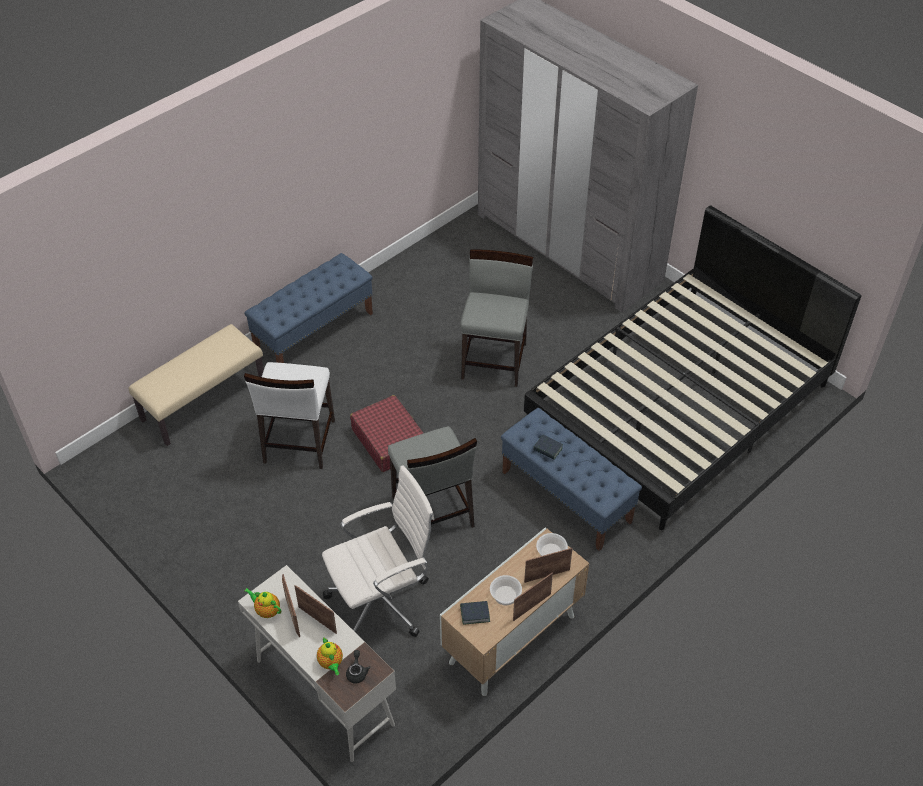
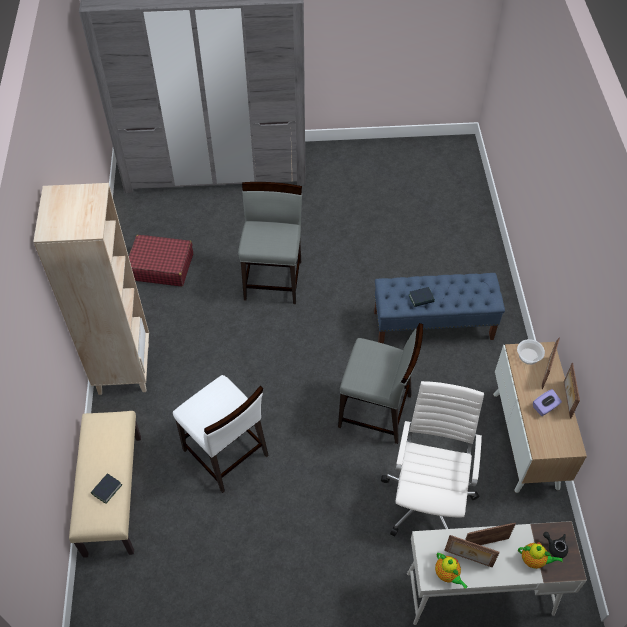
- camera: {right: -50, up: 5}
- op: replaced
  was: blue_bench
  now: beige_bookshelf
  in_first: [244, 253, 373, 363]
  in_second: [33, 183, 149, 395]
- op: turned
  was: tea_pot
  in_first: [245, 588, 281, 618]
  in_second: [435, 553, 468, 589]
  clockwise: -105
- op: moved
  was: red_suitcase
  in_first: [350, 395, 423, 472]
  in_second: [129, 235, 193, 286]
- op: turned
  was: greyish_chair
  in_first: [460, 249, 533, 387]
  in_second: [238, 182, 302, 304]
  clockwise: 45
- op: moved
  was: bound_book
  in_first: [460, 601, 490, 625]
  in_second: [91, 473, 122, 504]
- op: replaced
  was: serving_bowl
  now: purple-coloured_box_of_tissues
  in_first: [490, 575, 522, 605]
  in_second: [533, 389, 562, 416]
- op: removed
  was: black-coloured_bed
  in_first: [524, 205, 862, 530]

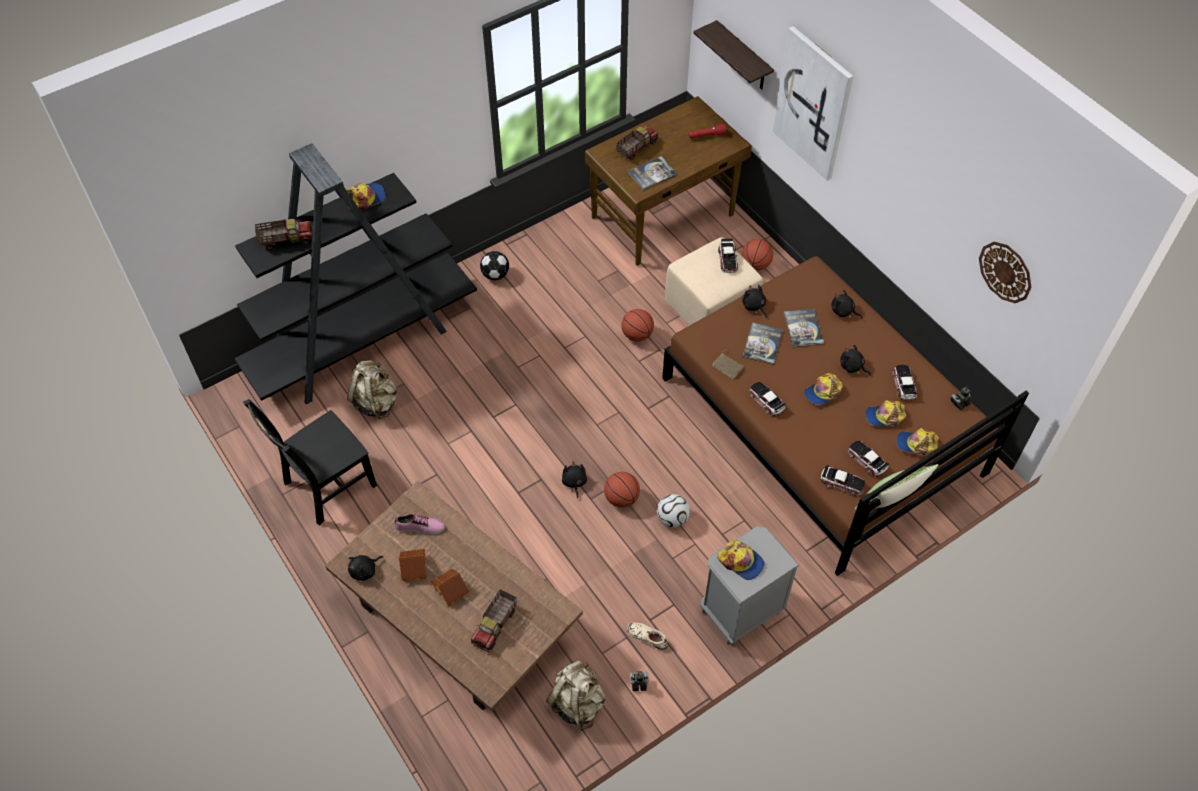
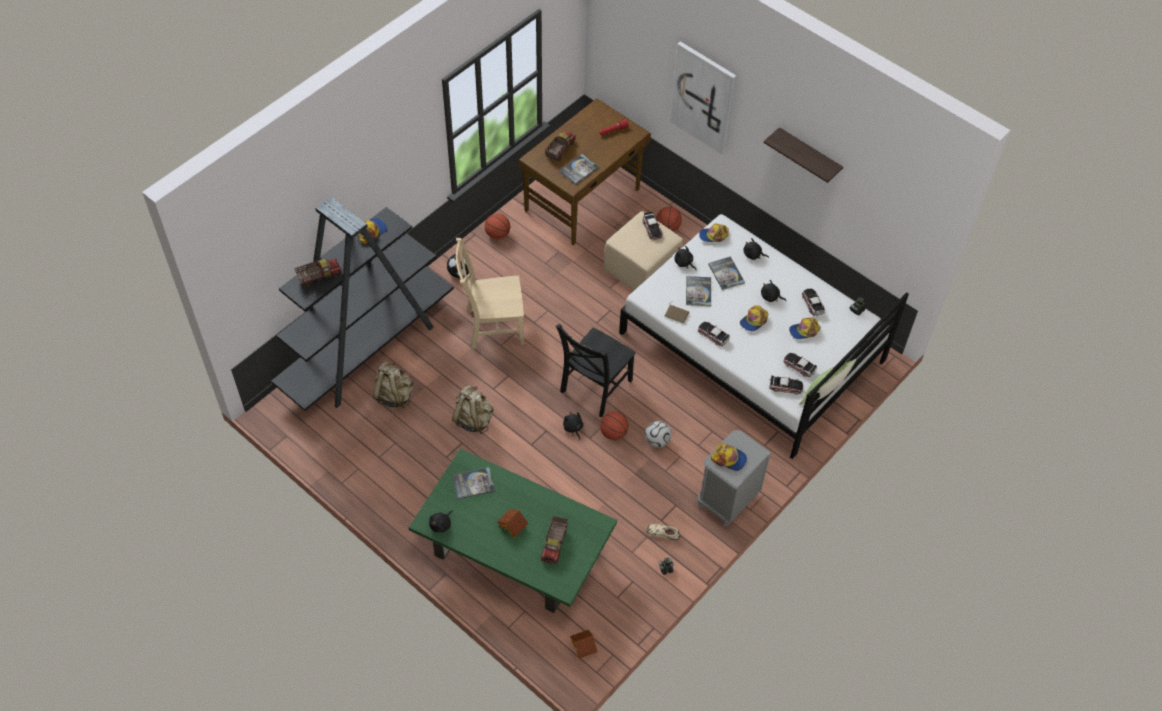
- camera: {right: -15, up: 0}
- op: moved
  was: black-coloured_chair
  in_first: [243, 399, 377, 525]
  in_second: [556, 324, 636, 417]
- op: recoloured
  was: brown-coloured_coffee_table
  now: green_coffee_table
  in_first: [325, 481, 583, 711]
  in_second: [409, 449, 617, 613]
- op: replaced
  was: item_of_footwear
  now: bound_book
  in_first: [395, 514, 445, 534]
  in_second: [452, 467, 496, 499]
- op: moved
  was: toy_house
  in_first: [399, 549, 427, 581]
  in_second: [570, 630, 597, 659]
- op: moved
  was: beige_knapsack
  in_first: [546, 661, 605, 731]
  in_second: [452, 385, 493, 434]
- op: moved
  was: ball_for_basketball
  in_first: [621, 309, 654, 342]
  in_second: [485, 214, 510, 239]
- op: recoloured
  was: brown-coloured_bed
  now: white-coloured_bed
  in_first: [662, 256, 1029, 576]
  in_second: [619, 214, 909, 459]
- op: moved
  was: bracket_shelf
  in_first: [693, 20, 774, 90]
  in_second: [764, 127, 843, 183]
- op: moved
  was: baseball_cap
  in_first: [896, 428, 939, 455]
  in_second: [699, 223, 729, 242]
- op: removed
  was: hanging_clock
  in_first: [979, 242, 1032, 303]
- op: added
  now: beige_chair
  in_second: [456, 238, 524, 349]

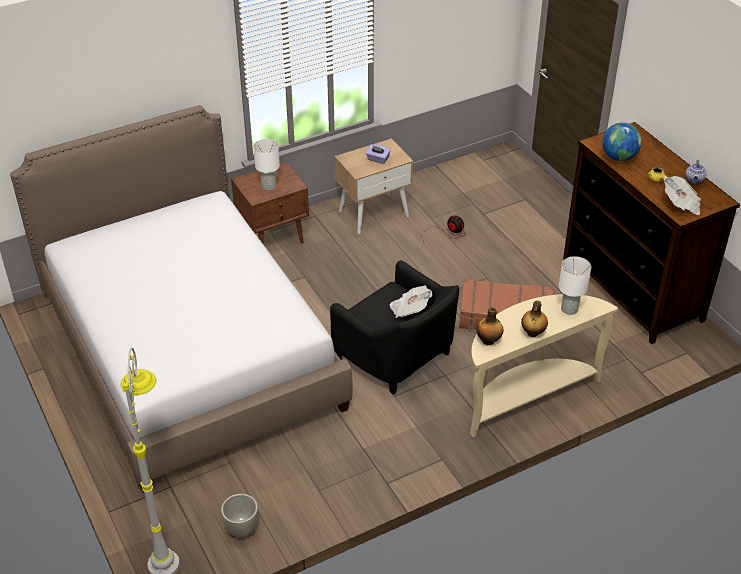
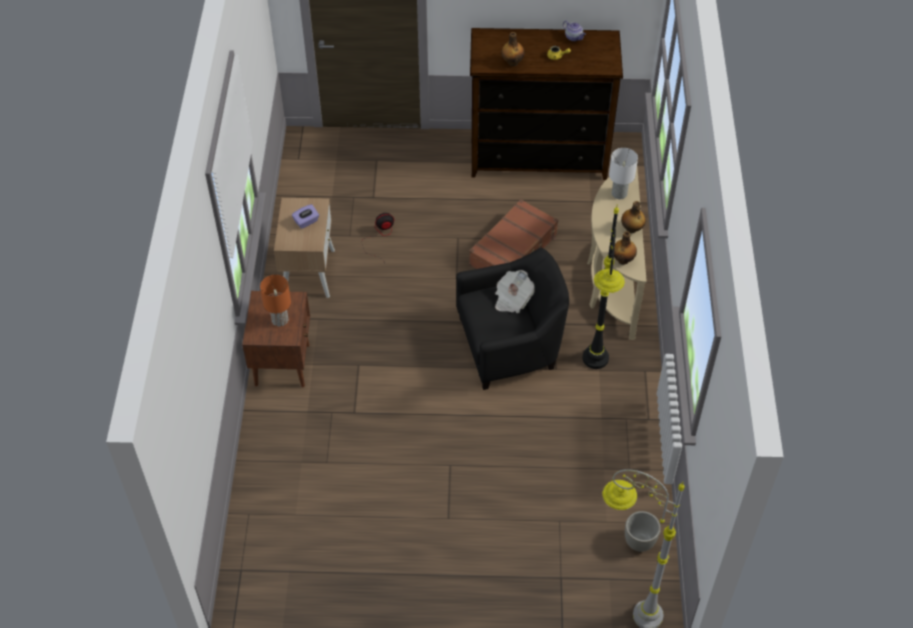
- camera: {right: -60, up: 10}
- op: removed
  was: bed
  in_first: [10, 105, 353, 493]
- op: recoloured
  was: white-coloured_tabletop_lamp
  now: orangey_tabletop_lamp
  in_first: [253, 139, 280, 191]
  in_second: [260, 275, 291, 326]
- op: replaced
  was: desk_globe
  now: beverage_bottle
  in_first: [602, 122, 642, 161]
  in_second: [501, 32, 524, 66]
- op: removed
  was: daily_paper
  in_first: [664, 176, 701, 215]
- op: added
  now: black-coloured_floor_lamp
  in_second: [582, 207, 625, 369]

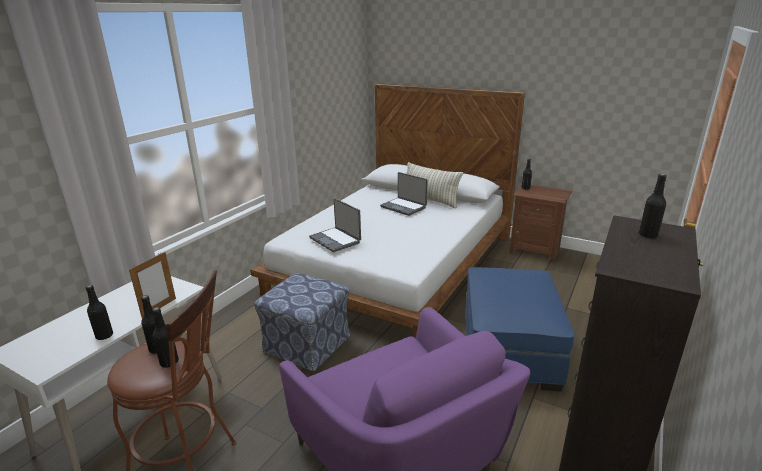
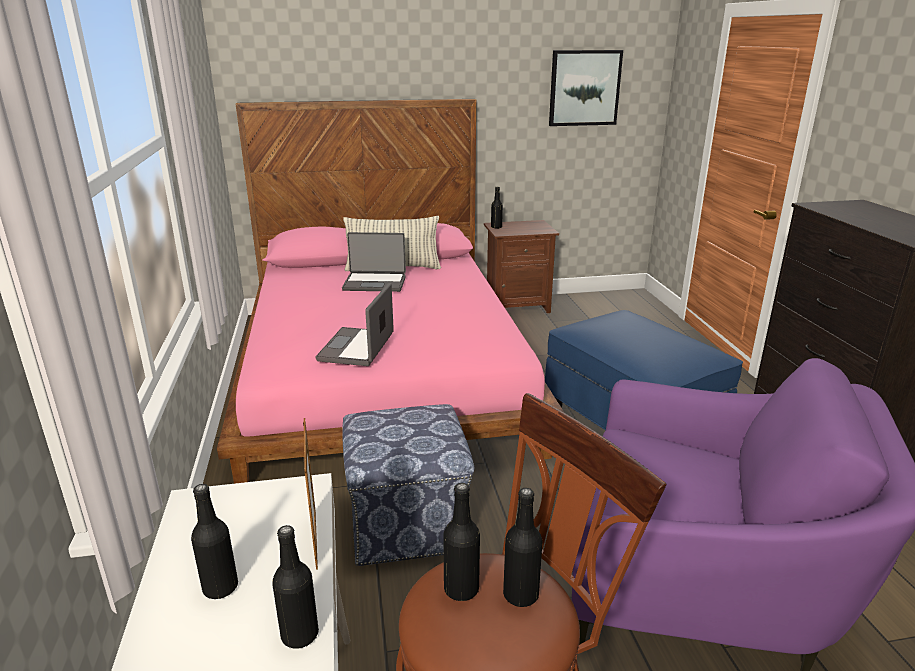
- camera: {right: -40, up: 0}
- op: recoloured
  was: white-coloured_bed
  now: pinkish_bed
  in_first: [250, 84, 525, 338]
  in_second: [217, 99, 565, 484]
- op: turned
  was: laptop
  in_first: [309, 198, 361, 252]
  in_second: [316, 283, 394, 366]
  clockwise: 90
- op: moved
  was: black-coloured_beverage_bottle
  in_first: [639, 174, 667, 238]
  in_second: [191, 484, 238, 599]
- op: added
  now: wall_art
  in_second: [549, 50, 623, 126]

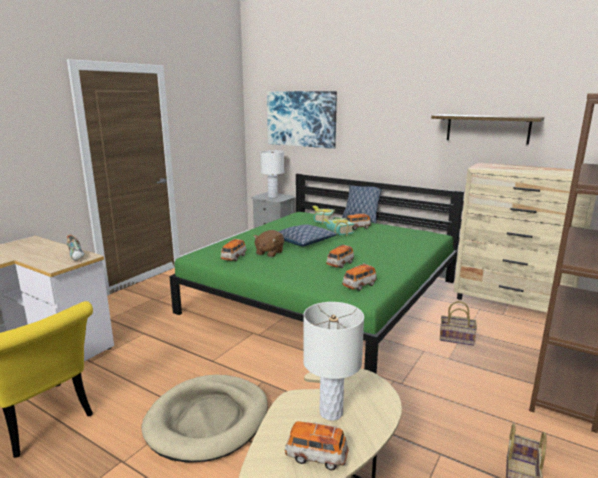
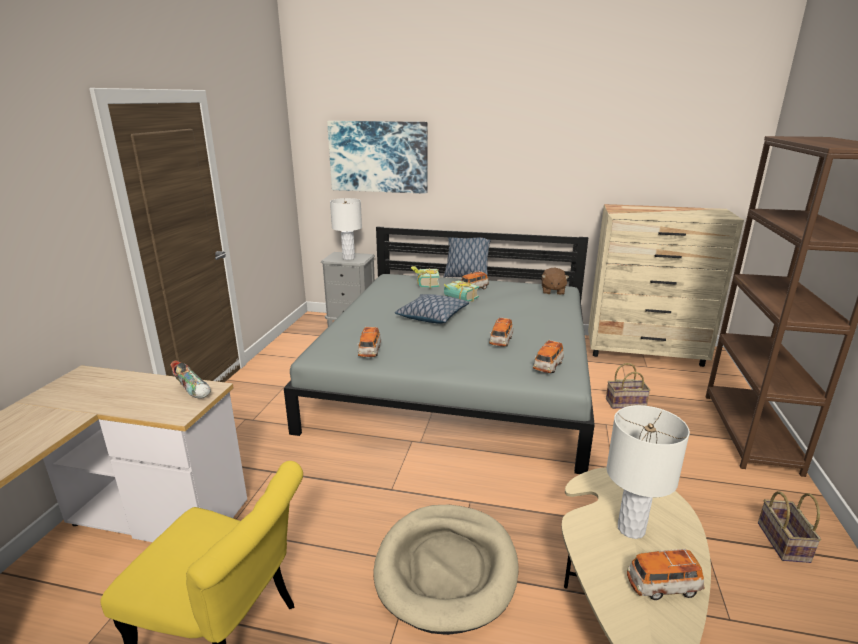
- camera: {right: -20, up: 5}
- op: recoloured
  was: green_bed
  now: greyish_bed
  in_first: [169, 174, 464, 374]
  in_second: [284, 226, 595, 474]
- op: moved
  was: brown-coloured_soft_toy
  in_first: [254, 230, 284, 257]
  in_second: [542, 268, 569, 295]
- op: removed
  was: bracket_shelf
  in_first: [431, 114, 544, 144]

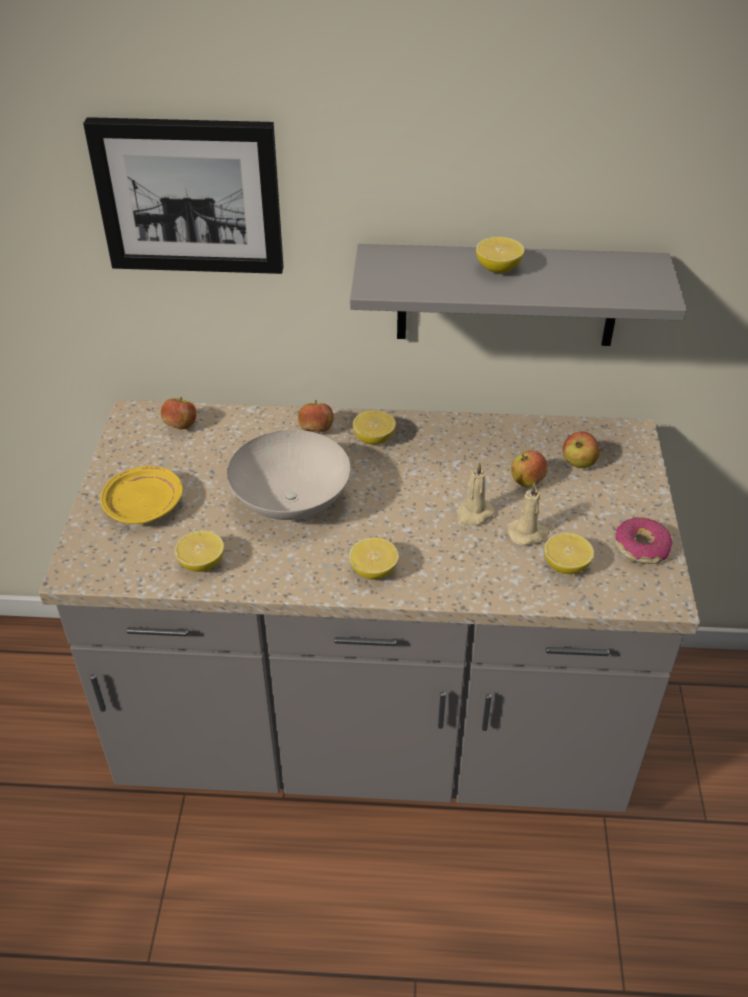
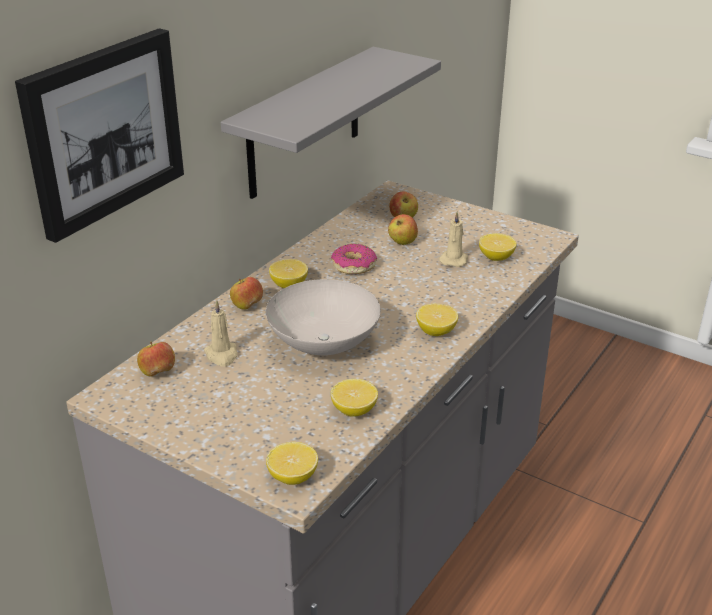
- camera: {right: -60, up: -10}
- op: removed
  was: yellow_flat_dish
  in_first: [100, 466, 183, 524]
- op: moved
  was: beige_wax_candle
  in_first: [456, 462, 495, 527]
  in_second: [204, 300, 238, 367]
- op: moved
  was: citrus_fruit
  in_first: [476, 237, 525, 273]
  in_second: [266, 442, 318, 485]
- op: moved
  was: ring_doughnut
  in_first: [615, 517, 672, 564]
  in_second: [331, 244, 377, 274]

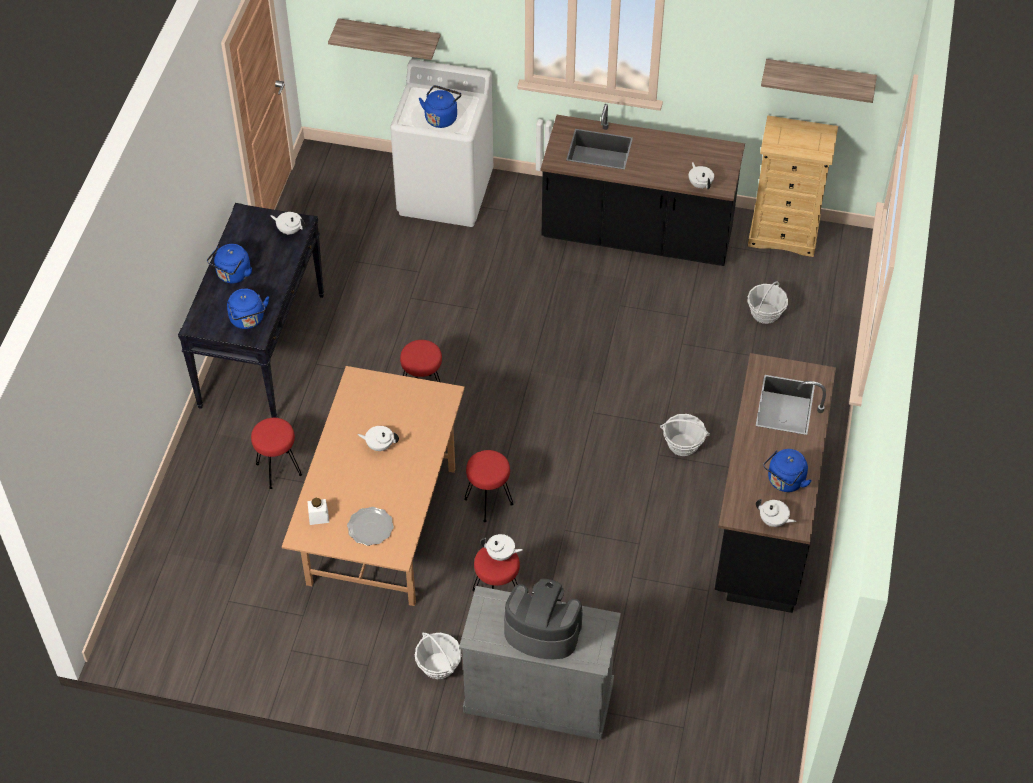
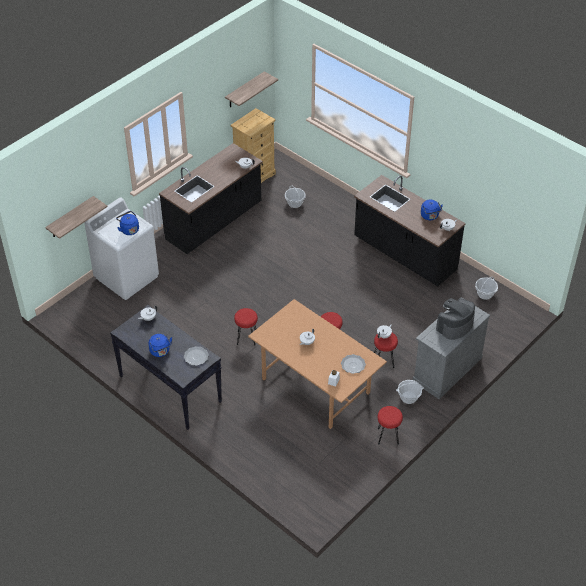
- camera: {right: -60, up: -5}
- op: replaced
  was: blue_kettle
  now: flat_dish
  in_first: [227, 289, 269, 329]
  in_second: [184, 346, 209, 366]
- op: moved
  was: red_sitting_stool
  in_first: [251, 418, 302, 489]
  in_second: [378, 406, 403, 445]
- op: moved
  was: household_basket
  in_first: [660, 414, 710, 456]
  in_second: [475, 277, 498, 300]

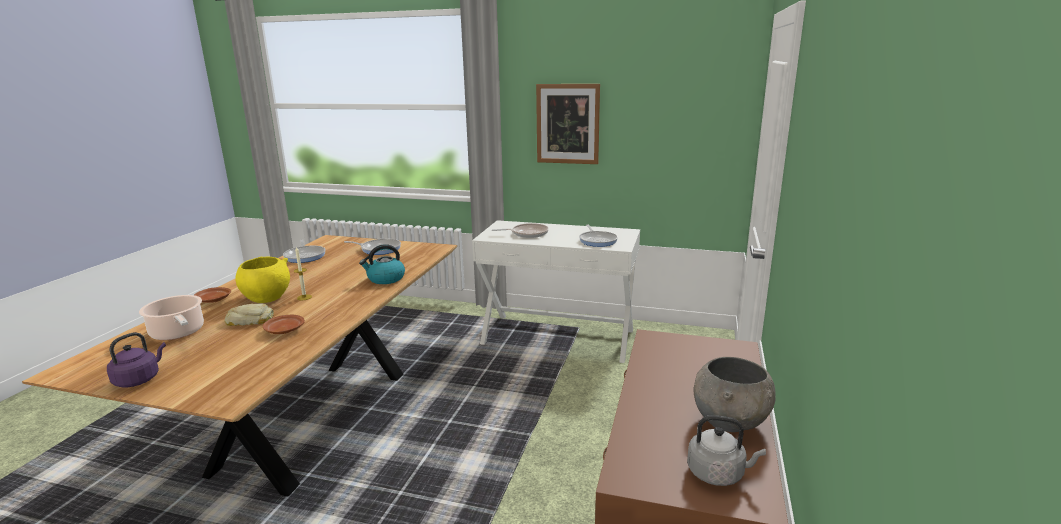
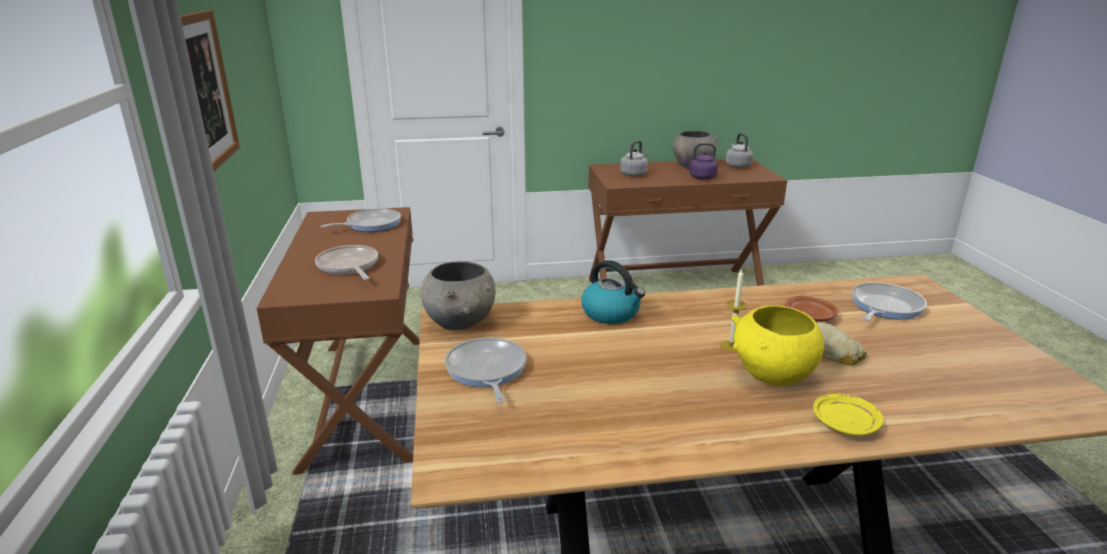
- camera: {right: -115, up: 5}
- op: moved
  was: purple-coloured_kettle
  in_first: [107, 332, 166, 387]
  in_second: [682, 143, 718, 179]
- op: removed
  was: saucepot
  in_first: [139, 295, 204, 340]
- op: recoloured
  was: brown-coloured_flat_dish
  now: yellow_flat_dish
  in_first: [194, 287, 231, 303]
  in_second: [813, 394, 883, 435]
- op: moved
  was: skillet
  in_first: [283, 239, 326, 263]
  in_second: [852, 282, 927, 321]
- op: recoloured
  was: white-coloured_hall_table
  now: brown-coloured_hall_table
  in_first: [472, 220, 640, 363]
  in_second: [256, 207, 420, 475]
- op: added
  now: greyish_serving_bowl
  in_second: [421, 261, 496, 330]
- op: added
  now: greyish_kettle
  in_second: [620, 140, 648, 176]

